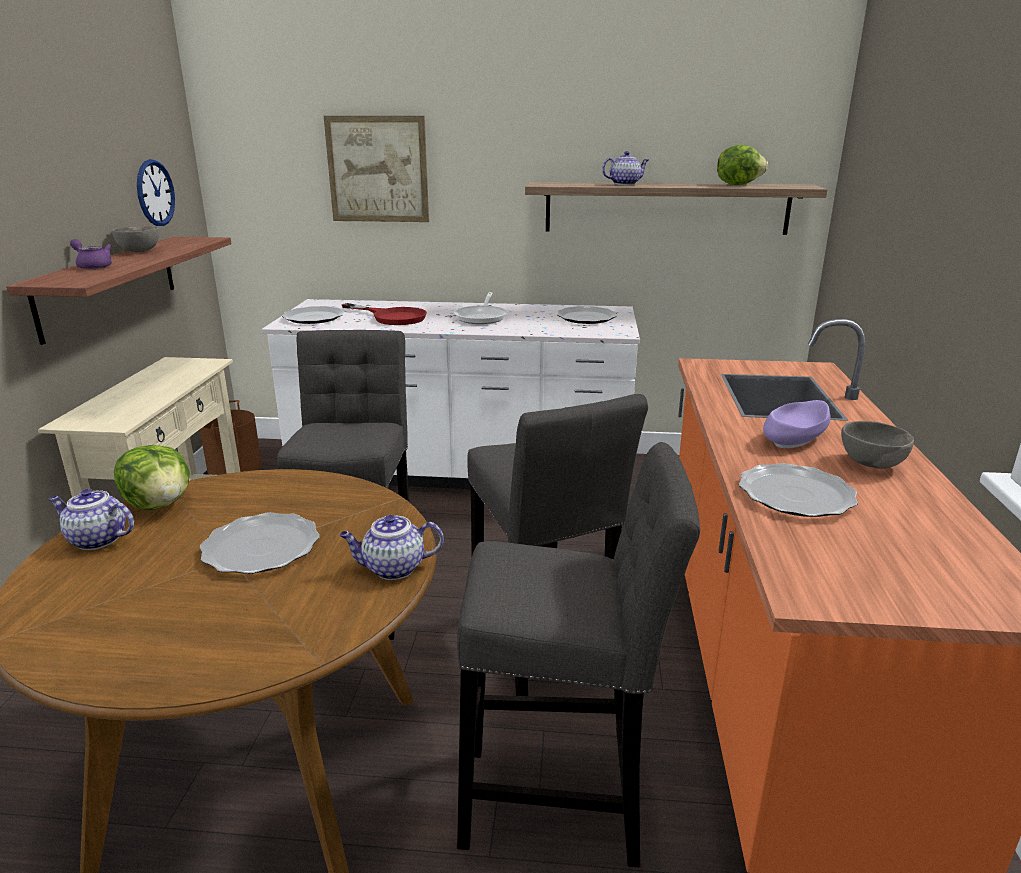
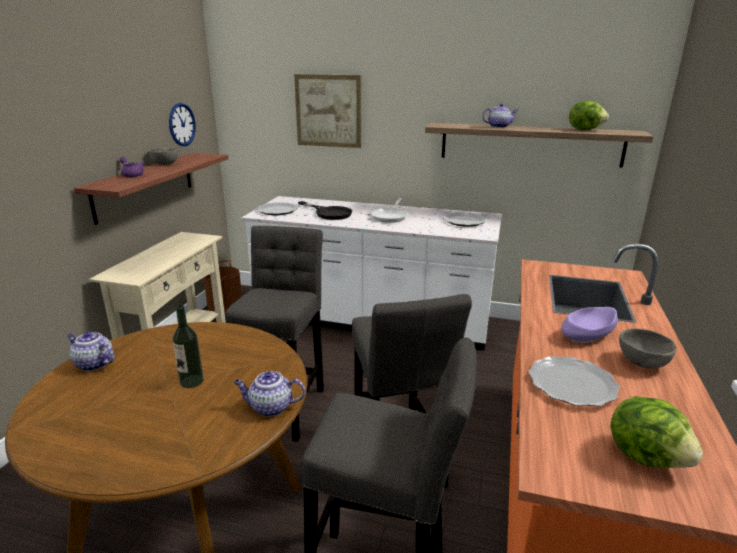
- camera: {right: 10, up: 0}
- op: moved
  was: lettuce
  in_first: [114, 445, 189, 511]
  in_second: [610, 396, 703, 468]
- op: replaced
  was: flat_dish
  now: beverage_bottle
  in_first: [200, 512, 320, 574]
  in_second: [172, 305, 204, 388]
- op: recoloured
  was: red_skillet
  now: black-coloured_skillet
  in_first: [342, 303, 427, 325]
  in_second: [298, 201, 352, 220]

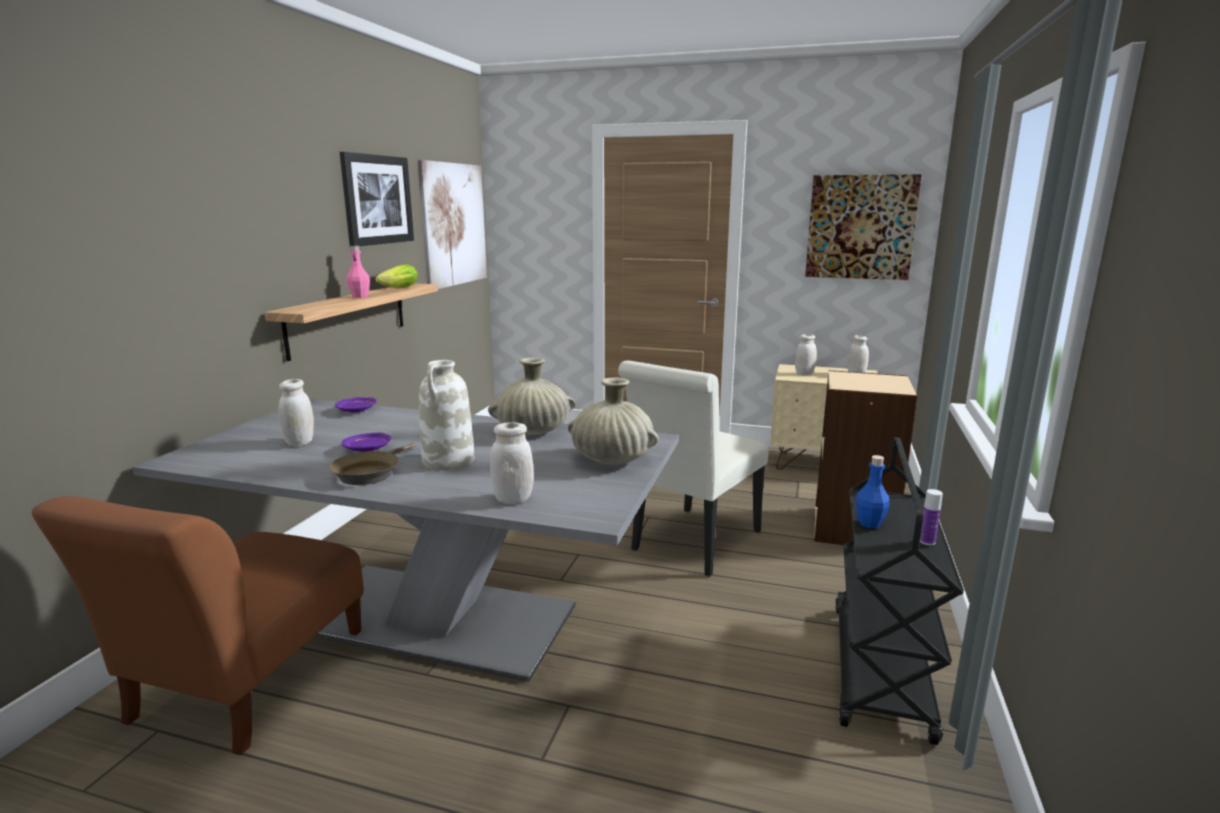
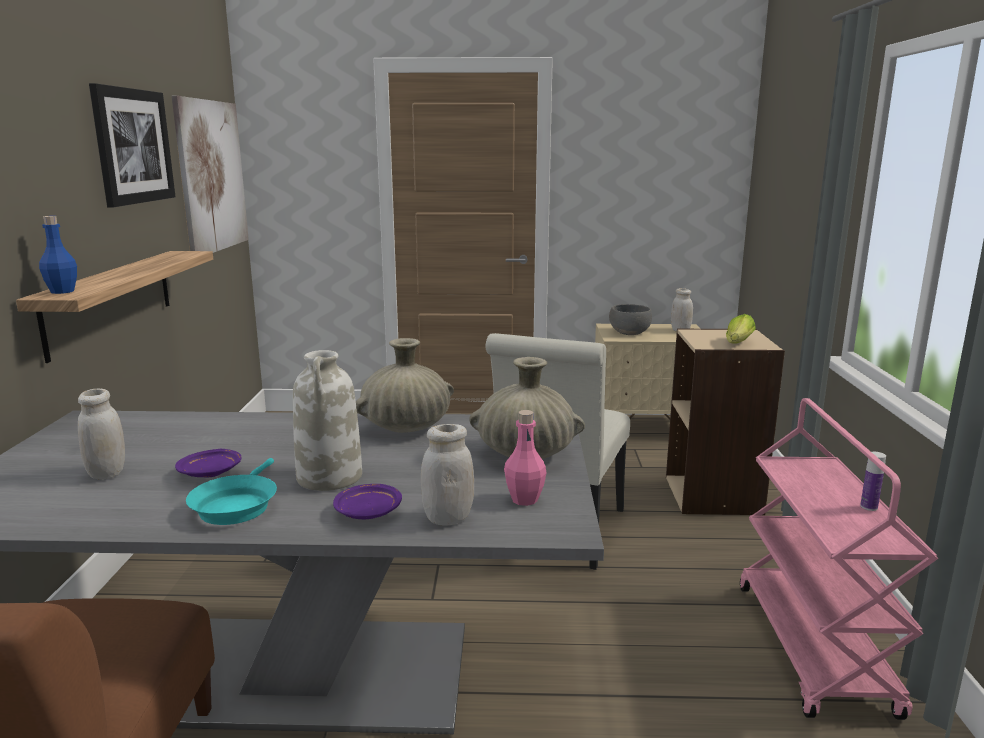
- camera: {right: -15, up: 0}
- op: recoloured
  was: brown-coloured_skillet
  now: blue-green_skillet
  in_first: [329, 443, 415, 485]
  in_second: [186, 458, 277, 525]
- op: moved
  was: purple-coloured_flat_dish
  in_first: [335, 397, 377, 413]
  in_second: [333, 484, 402, 519]
- op: moved
  was: pinkish_beverage_bottle
  in_first: [346, 246, 370, 298]
  in_second: [504, 410, 547, 506]
- op: moved
  was: lettuce
  in_first: [375, 264, 418, 287]
  in_second: [726, 314, 756, 344]
- op: replaced
  was: white-coloured_storage_jar
  now: greyish_serving_bowl
  in_first: [795, 334, 817, 375]
  in_second: [609, 304, 652, 335]
- op: removed
  was: wall_art
  in_first: [805, 174, 922, 280]
- op: recoloured
  was: black-coloured_trolley
  now: pinkish_trolley
  in_first: [835, 437, 964, 745]
  in_second: [740, 398, 938, 720]
- op: moved
  was: blue_beverage_bottle
  in_first: [856, 455, 890, 528]
  in_second: [39, 216, 77, 294]

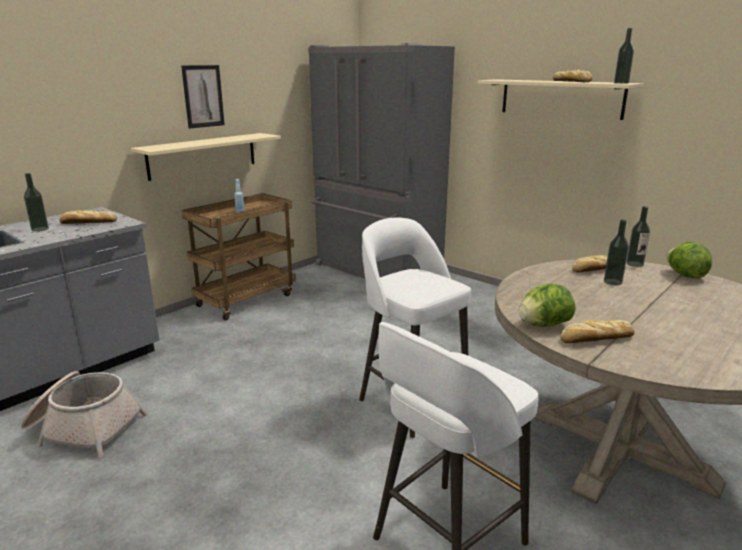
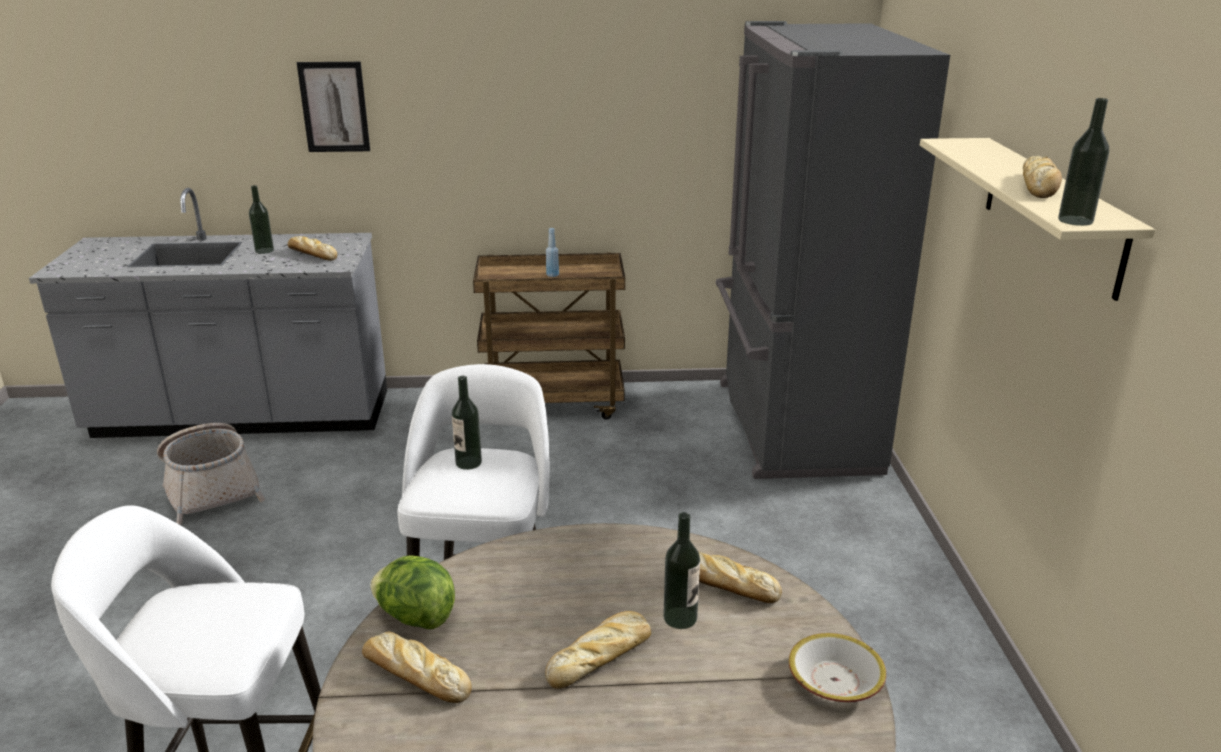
- camera: {right: 45, up: 5}
- op: removed
  was: beige_bracket_shelf
  in_first: [131, 133, 281, 181]
- op: moved
  was: wall_art
  in_first: [181, 65, 225, 129]
  in_second: [297, 62, 370, 152]
- op: moved
  was: beverage_bottle
  in_first: [626, 206, 650, 267]
  in_second: [452, 376, 482, 470]
- op: replaced
  was: lettuce
  now: serving_bowl
  in_first: [666, 242, 712, 279]
  in_second: [789, 633, 886, 702]
- op: added
  now: baked_bread
  in_second: [545, 611, 651, 689]

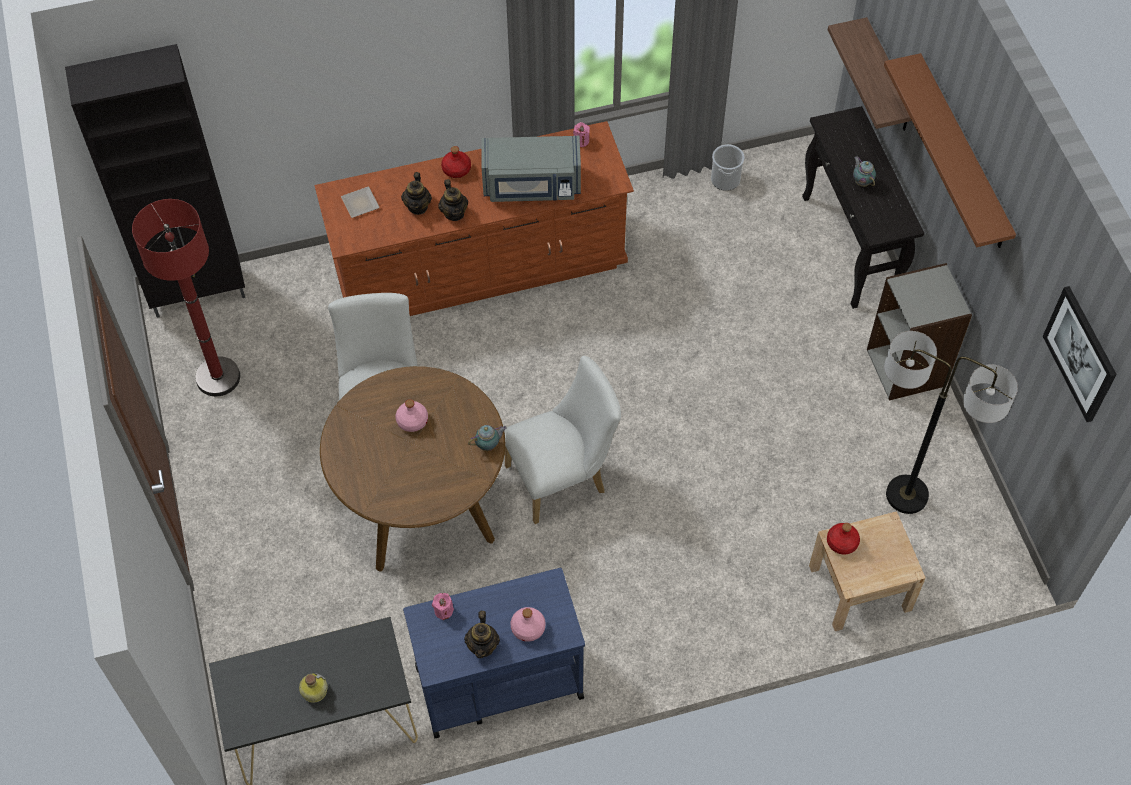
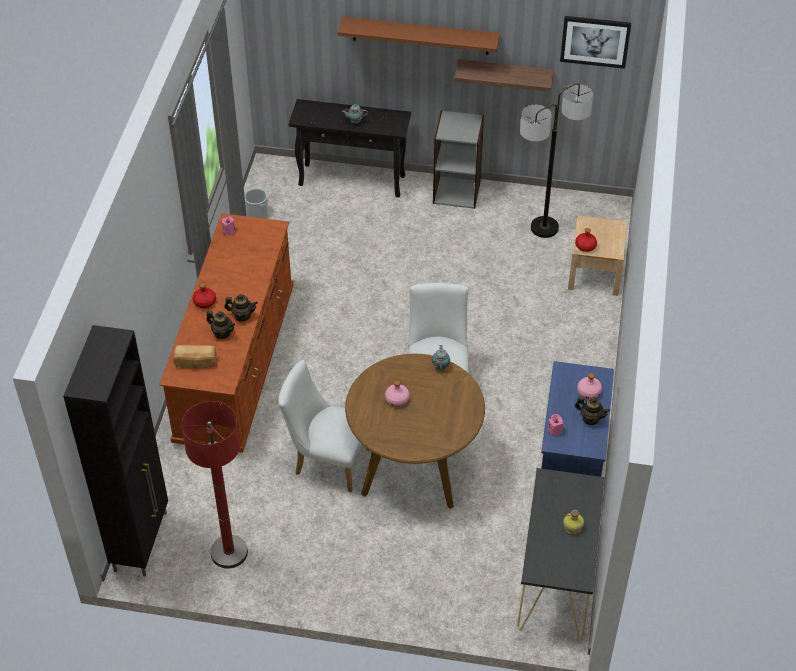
- camera: {right: -65, up: -10}
- op: replaced
  was: flat_dish
  now: baked_bread
  in_first: [341, 186, 380, 218]
  in_second: [173, 345, 216, 368]
- op: removed
  was: greyish_kitchen_microwave
  in_first: [481, 136, 581, 202]
- op: moved
  was: bracket_shelf
  in_first: [828, 17, 912, 131]
  in_second: [454, 59, 554, 92]

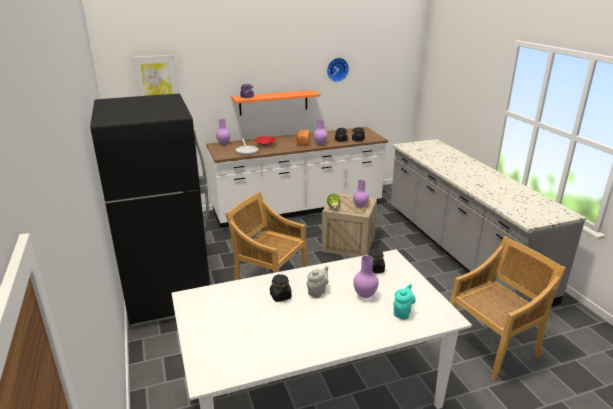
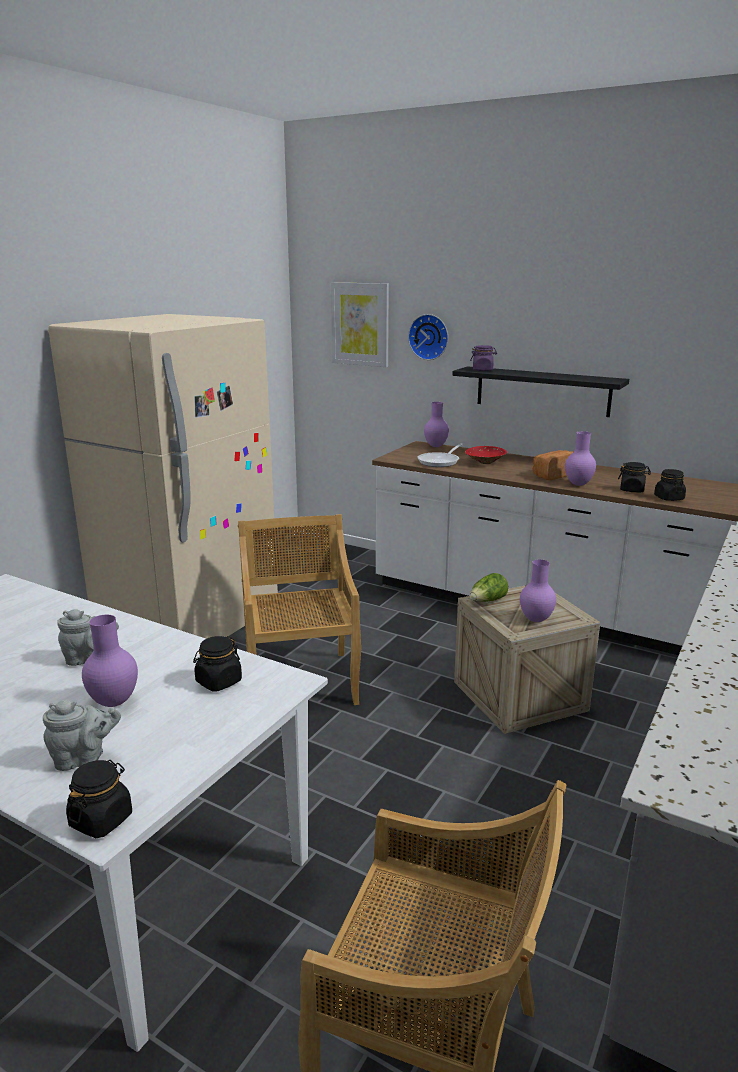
- camera: {right: 50, up: -5}
- op: recoloured
  was: black-coloured_kitchen_fridge
  now: beige_kitchen_fridge
  in_first: [90, 94, 210, 327]
  in_second: [48, 314, 278, 639]
- op: recoloured
  was: orangey_bracket_shelf
  now: black-coloured_bracket_shelf
  in_first: [231, 90, 320, 116]
  in_second: [452, 366, 629, 417]
- op: moved
  was: black-coloured_storage_jar
  in_first: [270, 274, 292, 302]
  in_second: [66, 760, 132, 838]
- op: moved
  was: hanging_clock
  in_first: [327, 58, 349, 82]
  in_second: [408, 314, 448, 360]
- op: recoloured
  was: blue-green_tea_pot
  now: greyish_tea_pot
  in_first: [393, 284, 416, 320]
  in_second: [43, 700, 121, 771]

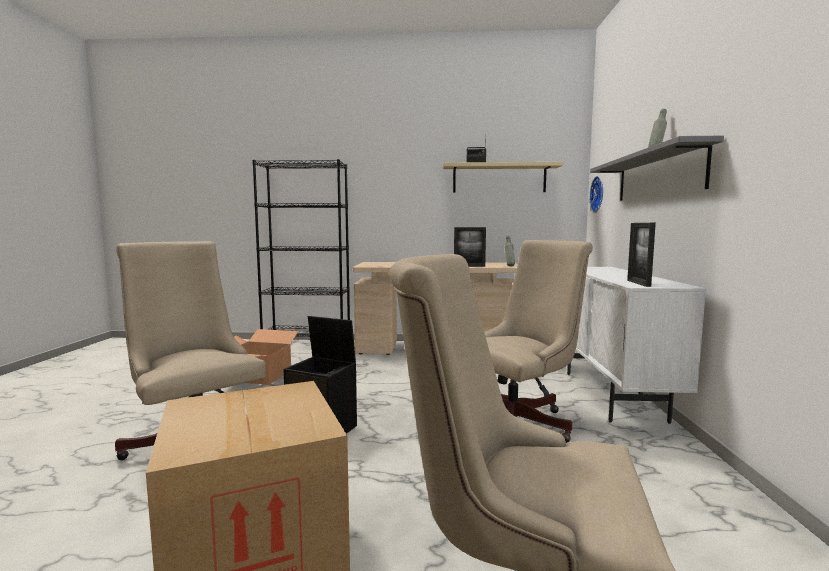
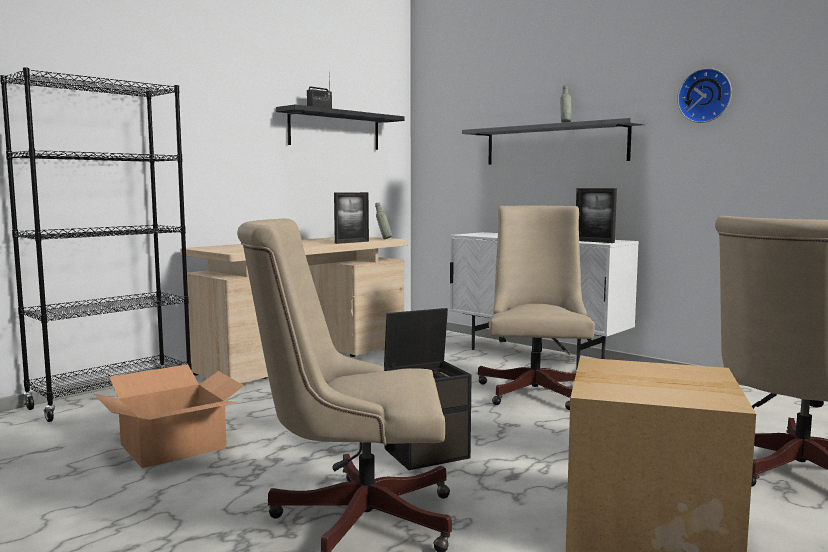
- camera: {right: -50, up: 0}
- op: recoloured
  was: beige_bracket_shelf
  now: black-coloured_bracket_shelf
  in_first: [443, 162, 563, 192]
  in_second: [276, 105, 405, 150]
- op: moved
  was: hanging_clock
  in_first: [589, 176, 603, 213]
  in_second: [677, 68, 732, 123]

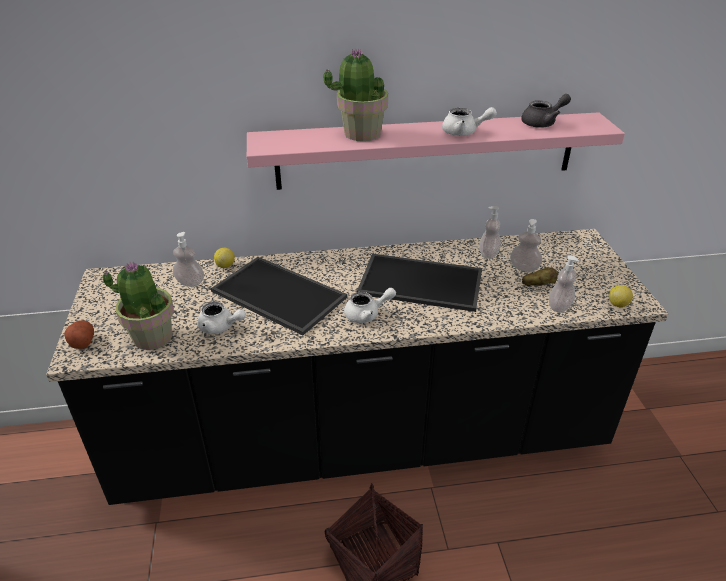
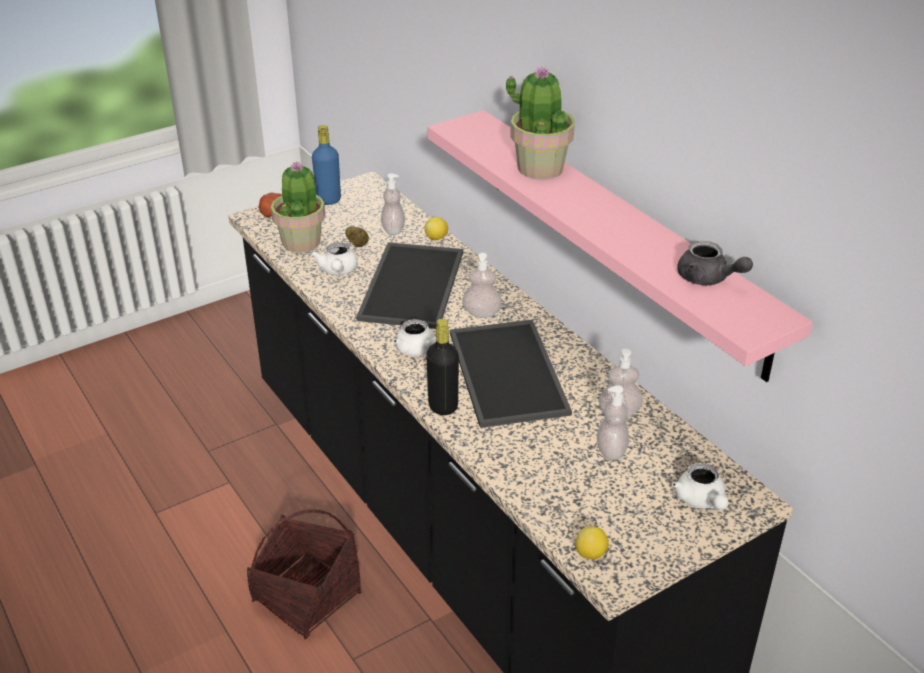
- camera: {right: 65, up: 0}
- op: moved
  was: white-coloured_tea_pot
  in_first: [442, 107, 497, 136]
  in_second: [672, 463, 729, 510]
- op: moved
  was: spud
  in_first: [522, 267, 559, 286]
  in_second: [345, 226, 369, 247]
- op: moved
  was: soap_dispenser
  in_first: [549, 256, 579, 313]
  in_second: [462, 253, 502, 318]
- op: added
  now: blue_beverage_bottle
  in_second: [312, 125, 341, 205]
- op: added
  now: black-coloured_beverage_bottle
  in_second: [426, 319, 459, 415]

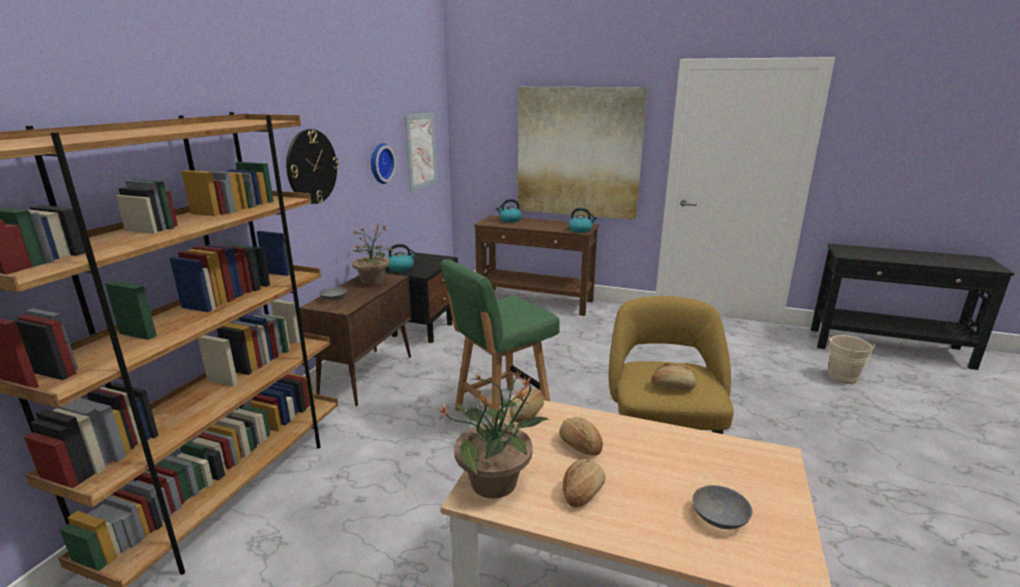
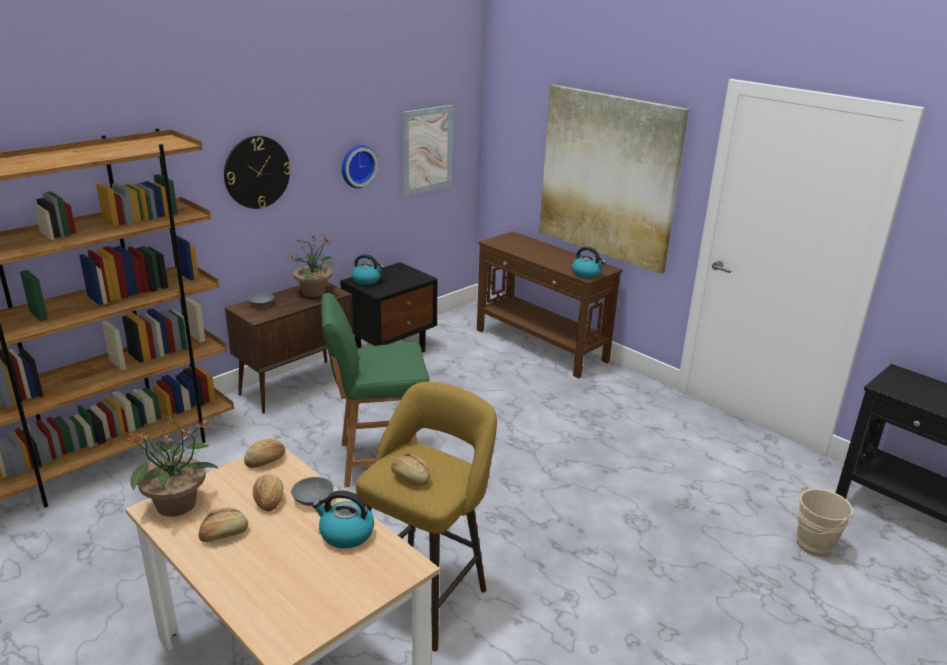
- camera: {right: 25, up: 5}
- op: moved
  was: kettle
  in_first: [496, 199, 522, 222]
  in_second: [312, 490, 374, 549]
- op: moved
  was: greyish_serving_bowl
  in_first: [692, 485, 752, 529]
  in_second: [291, 477, 334, 506]

